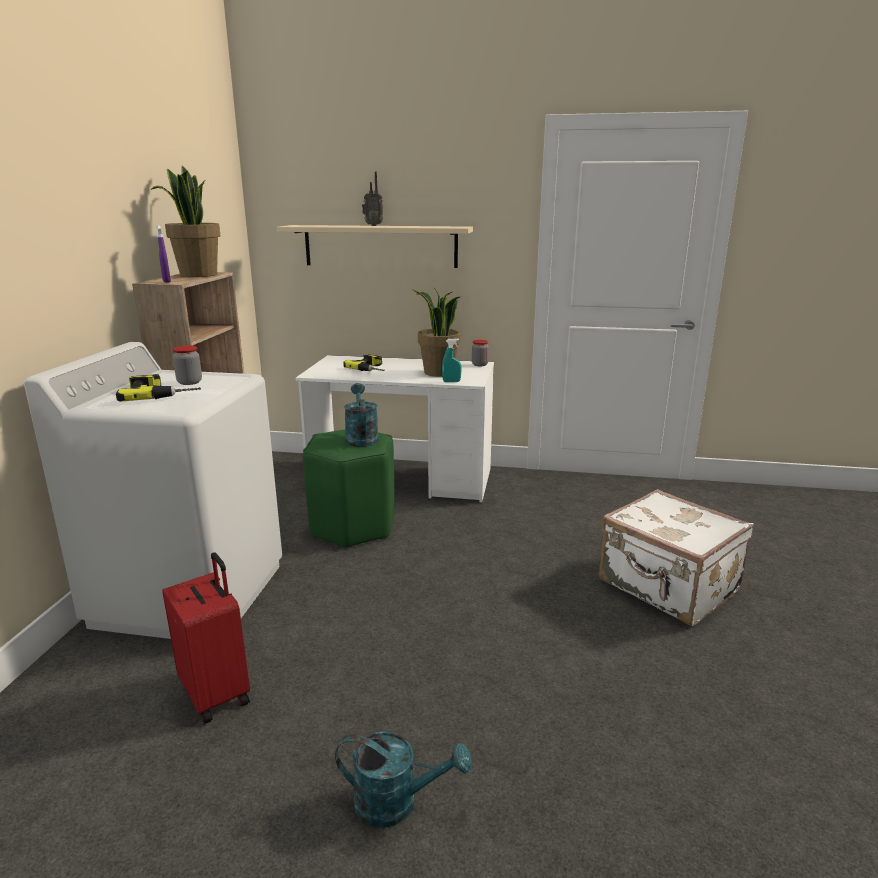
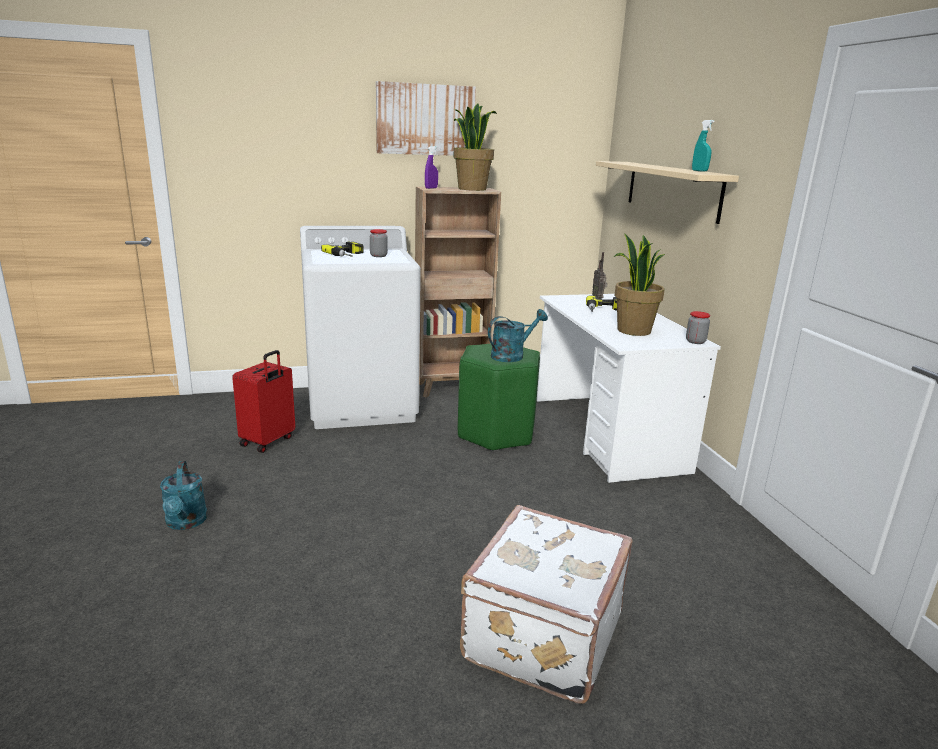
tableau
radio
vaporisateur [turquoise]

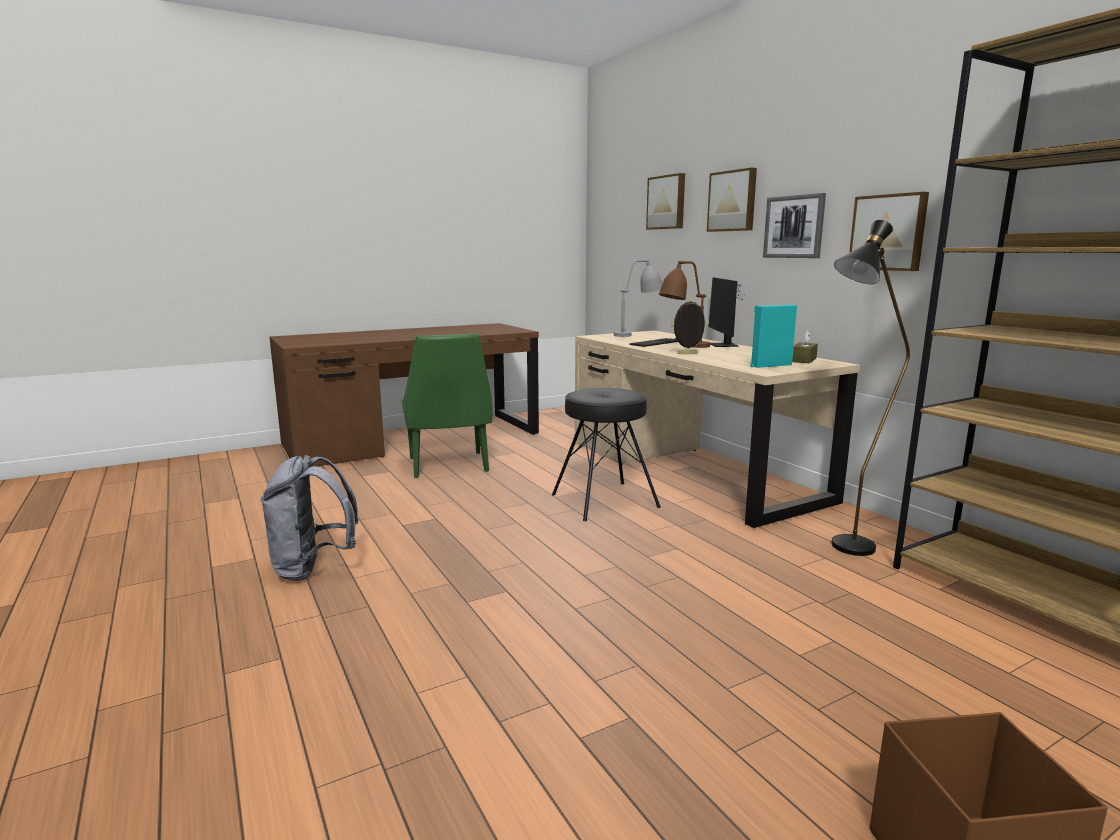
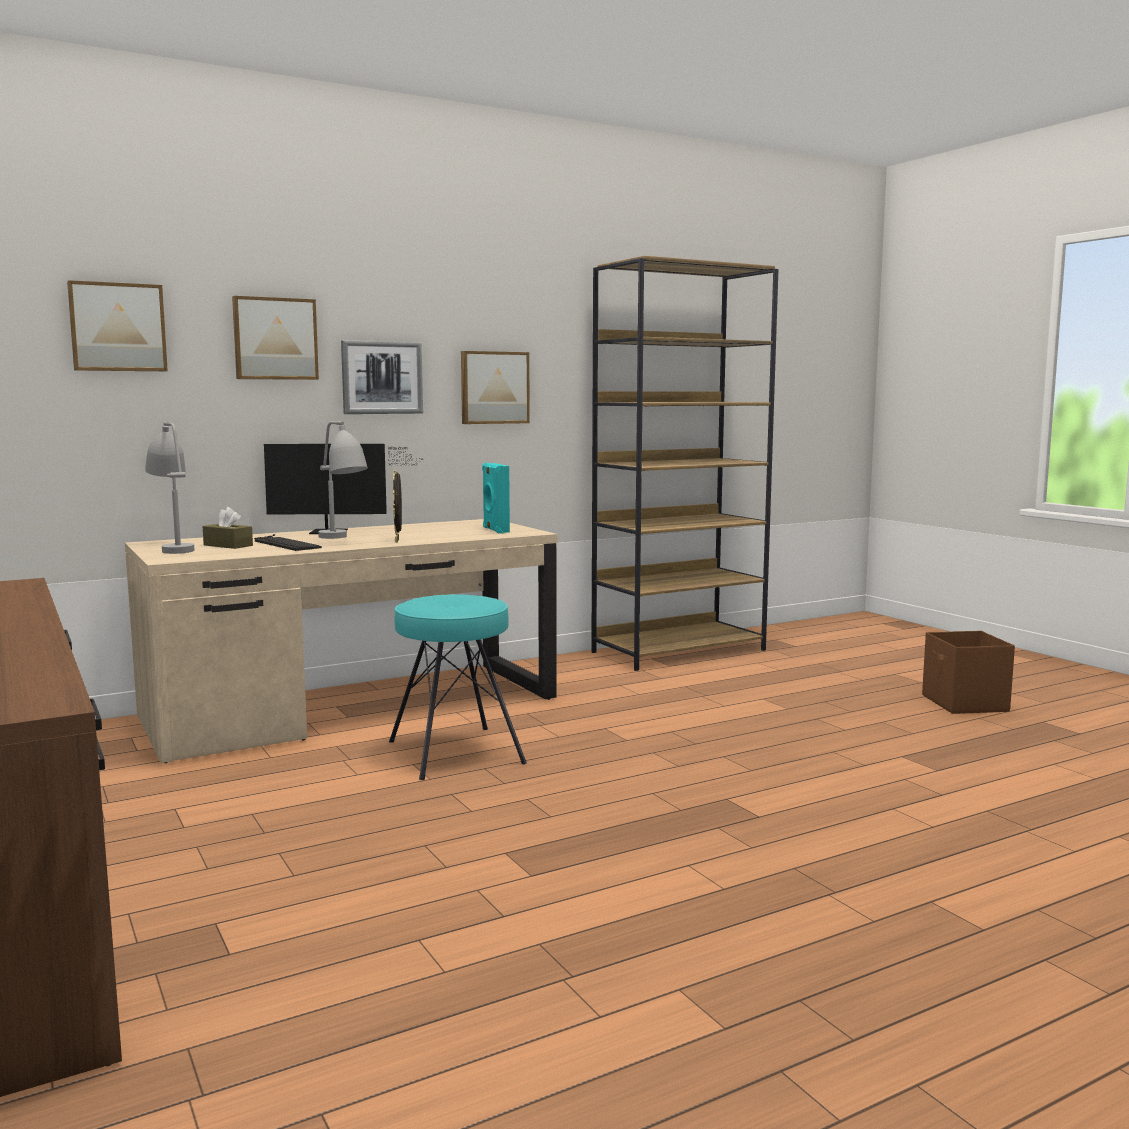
sac à dos [gris]
chaise [vert]
lampadaire [noir]
boîte à mouchoirs [marron]
tabouret [turquoise]
lampe de table [gris] (2nd from left)

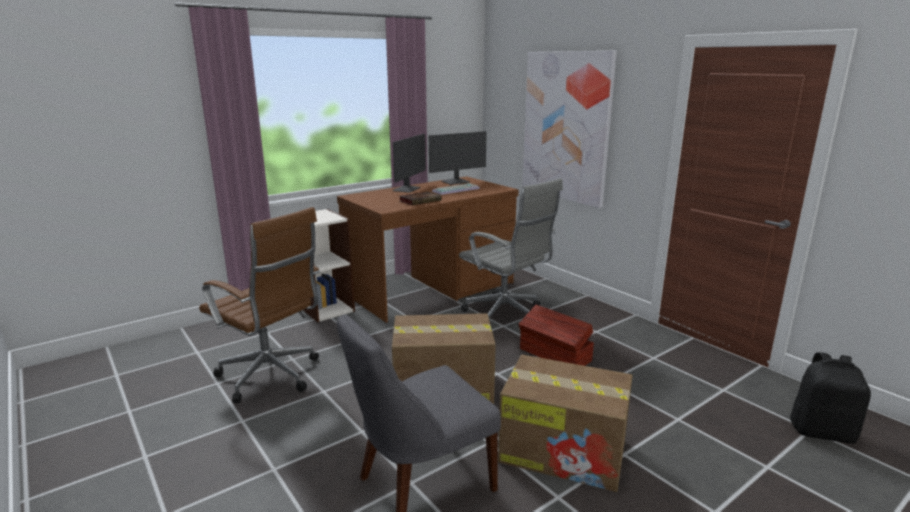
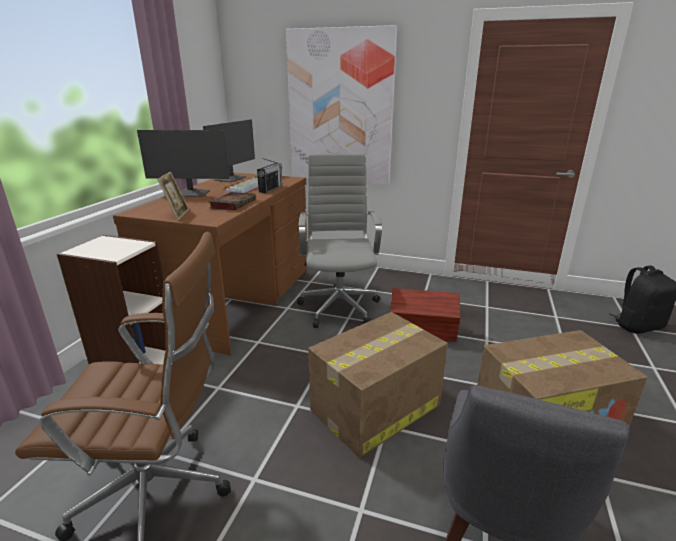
cadre photo
radio
écran d'ordinateur (1st from left)
chaise de bureau [gris]

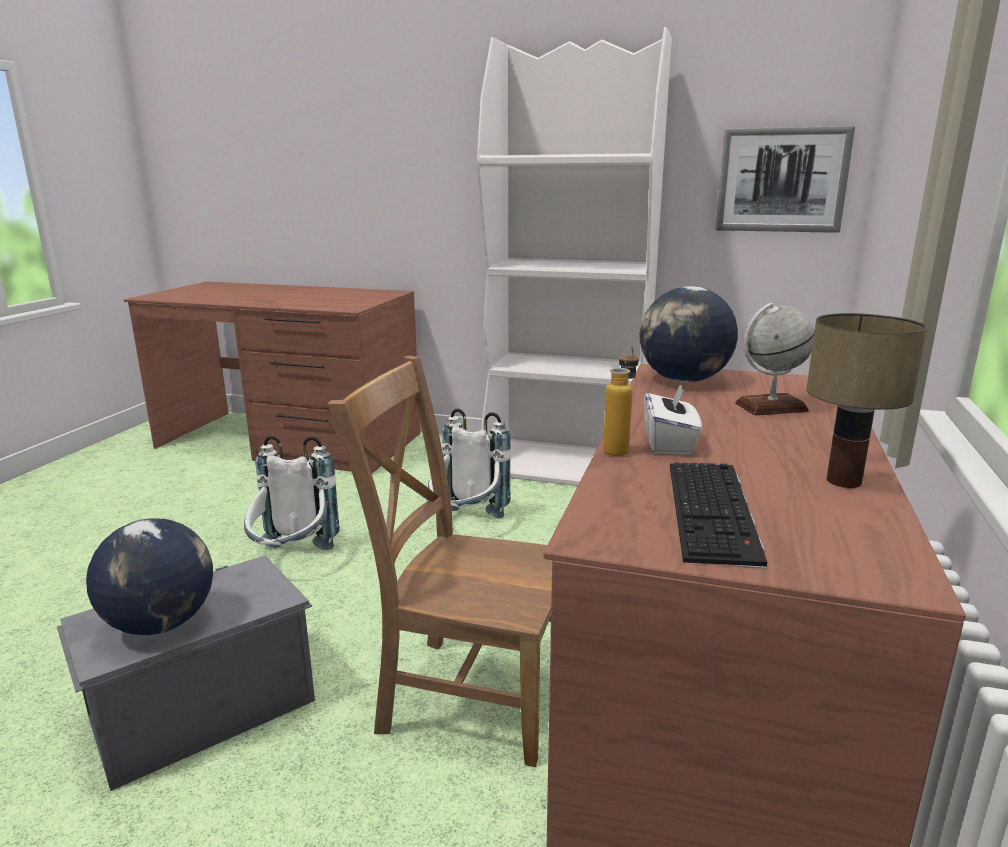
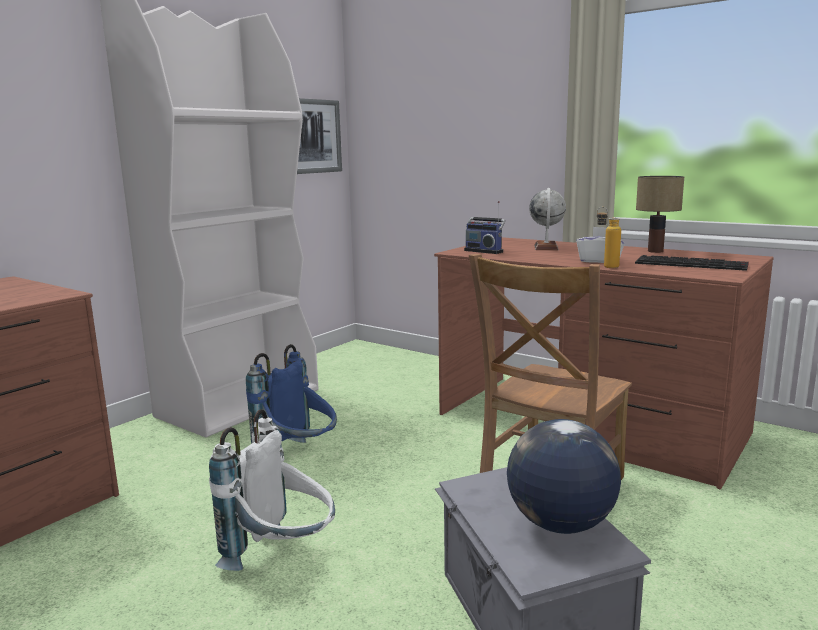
radio
sac à dos [bleu]

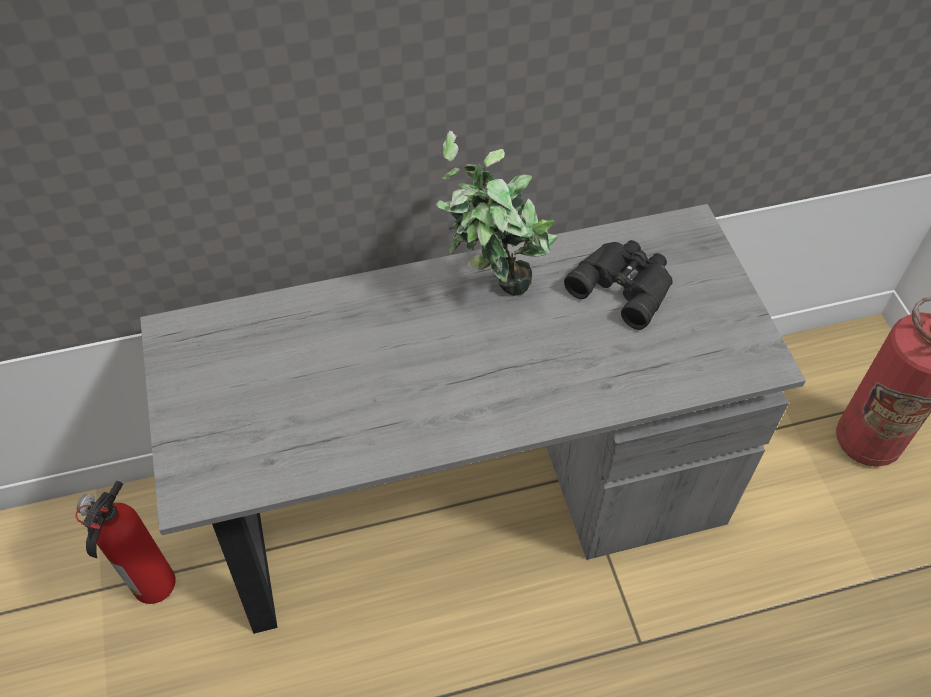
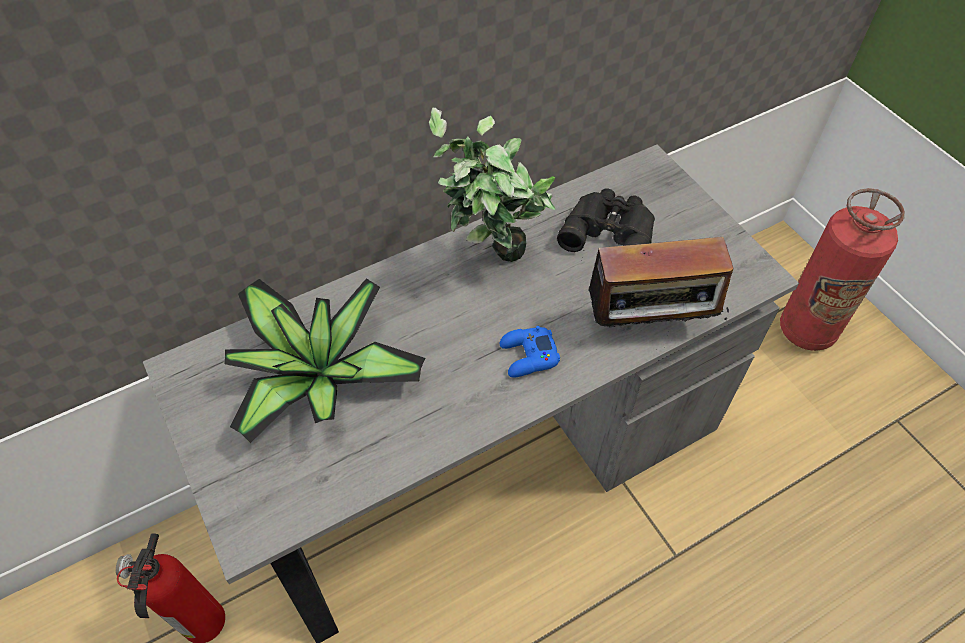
plante en pot (1st from left)
manette [bleu]
radio

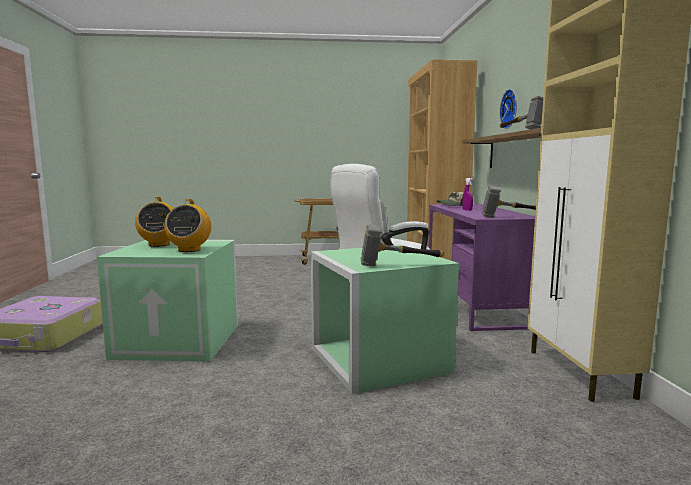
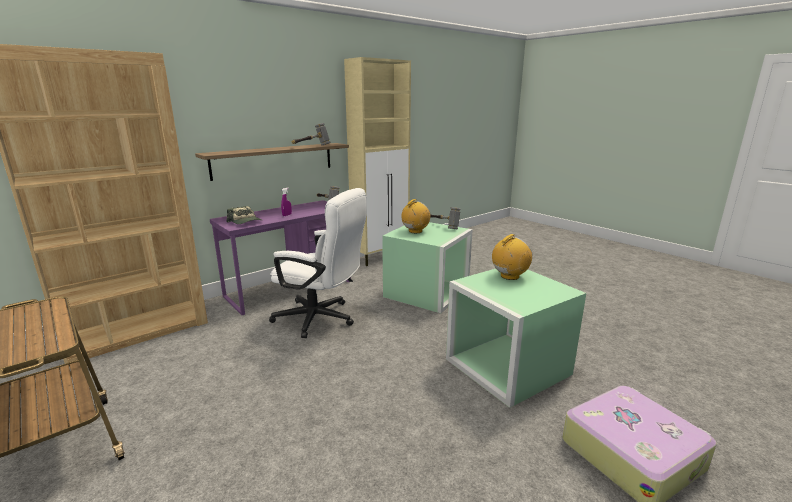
horloge murale
radio (1st from left)

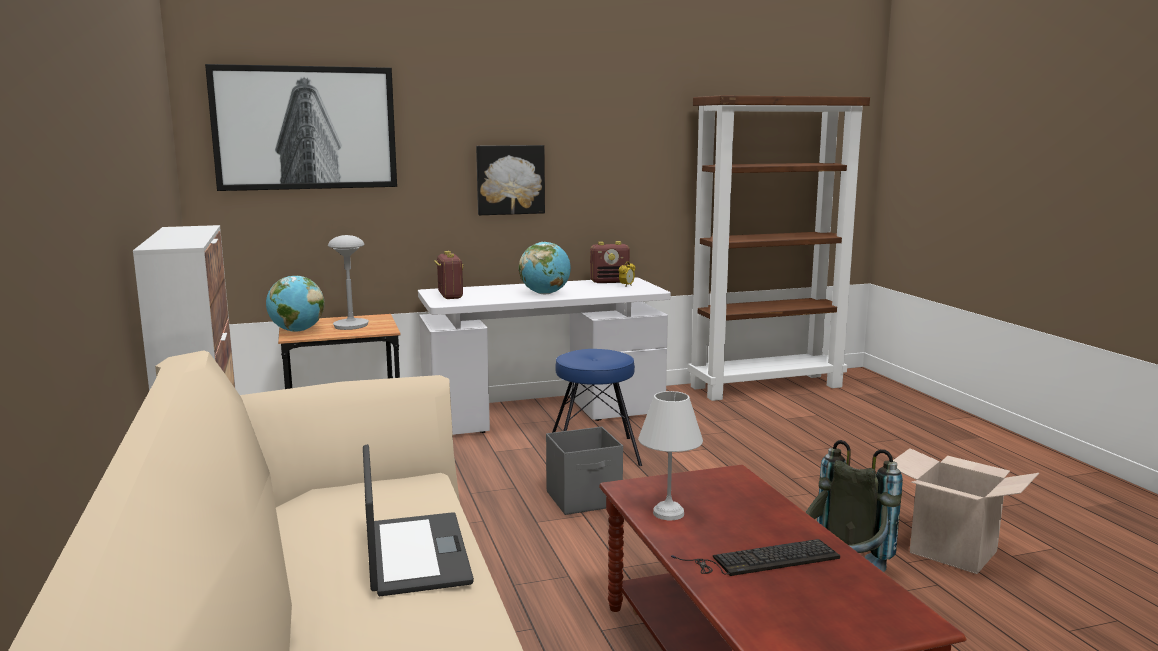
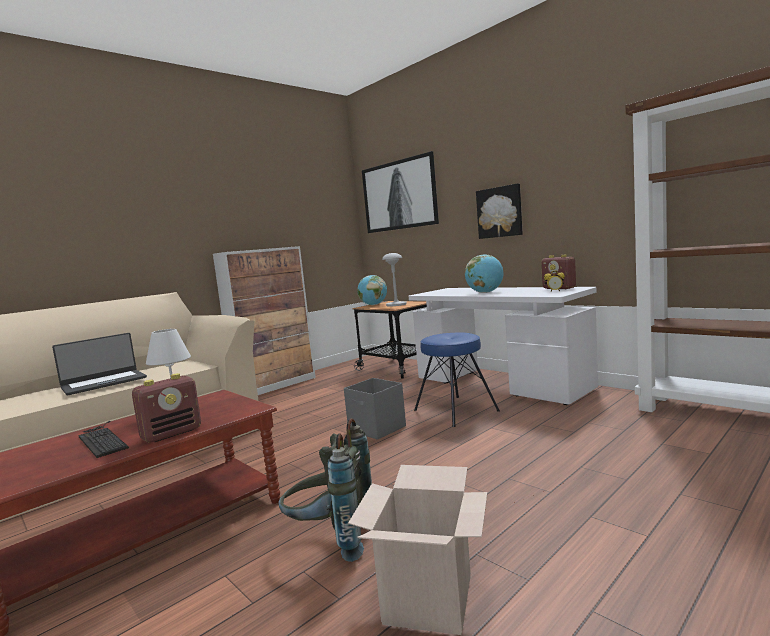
radio (1st from left)

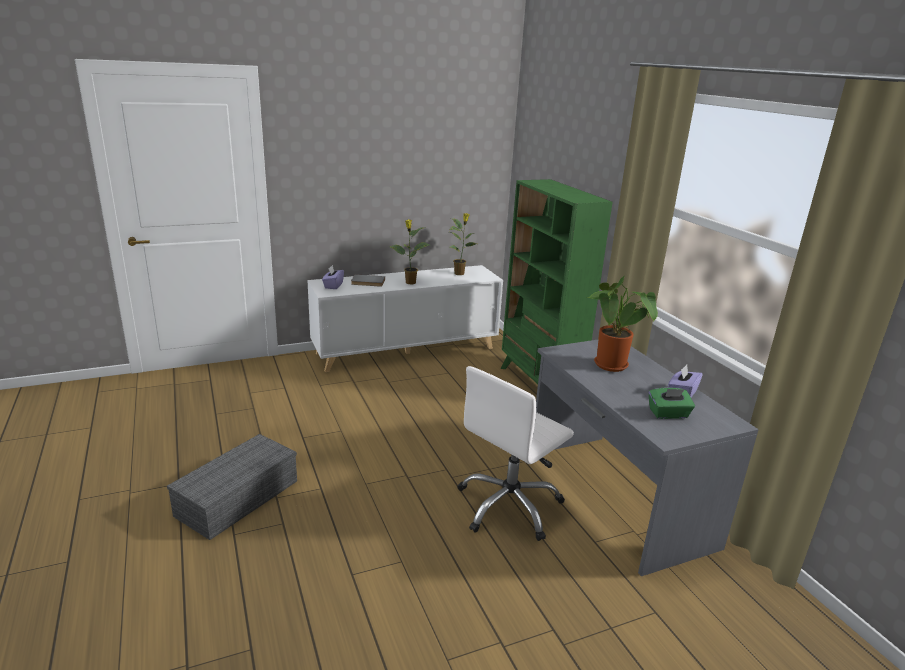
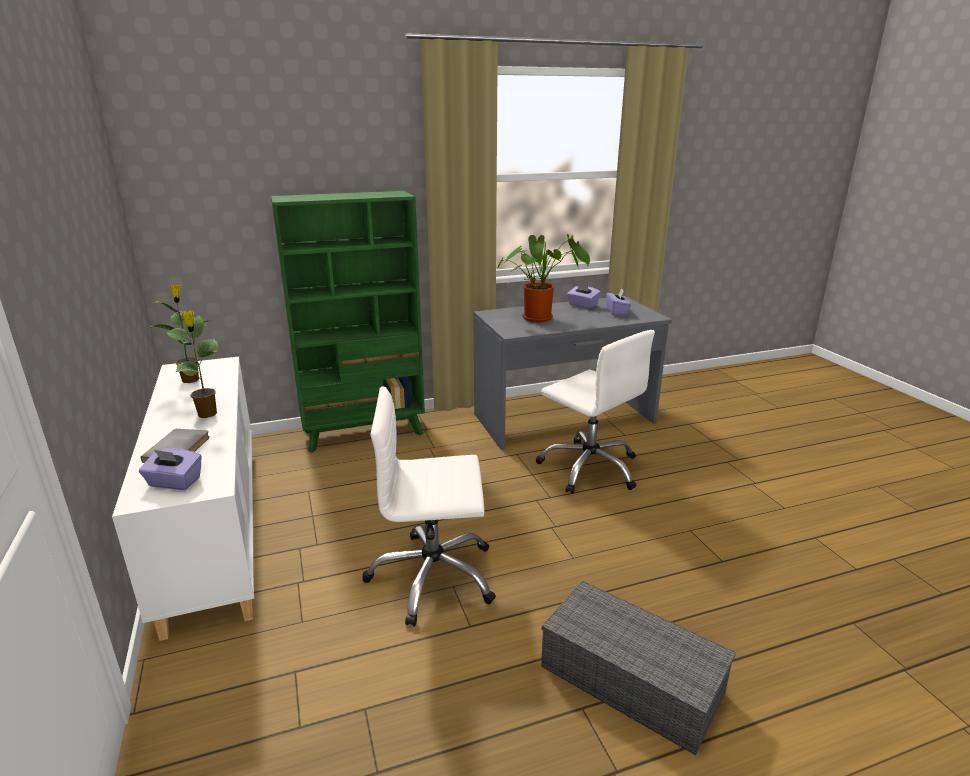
chaise de bureau [blanc] (1st from left)
boîte à mouchoirs [violet] (3rd from left)

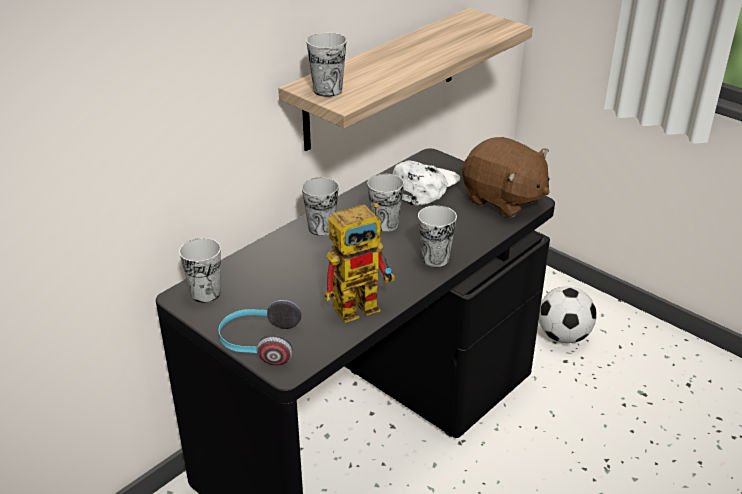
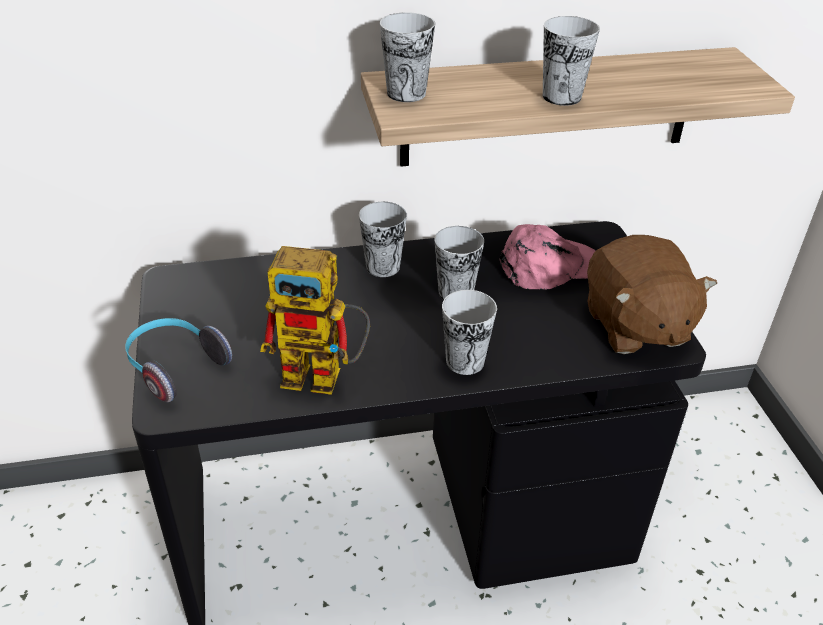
ballon de foot
tasse (5th from left)
casquette [rose]

